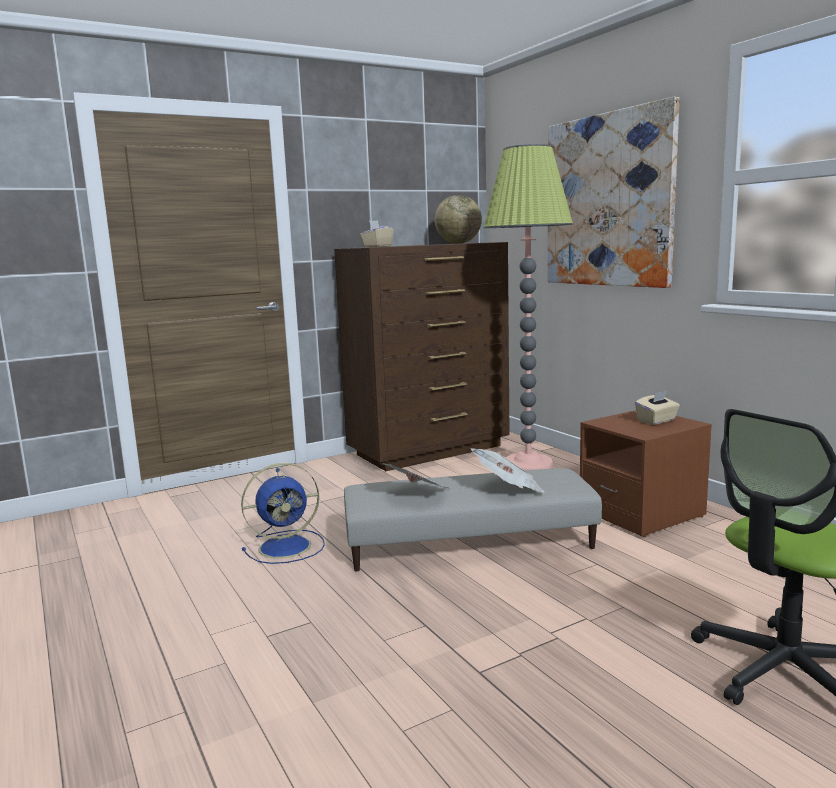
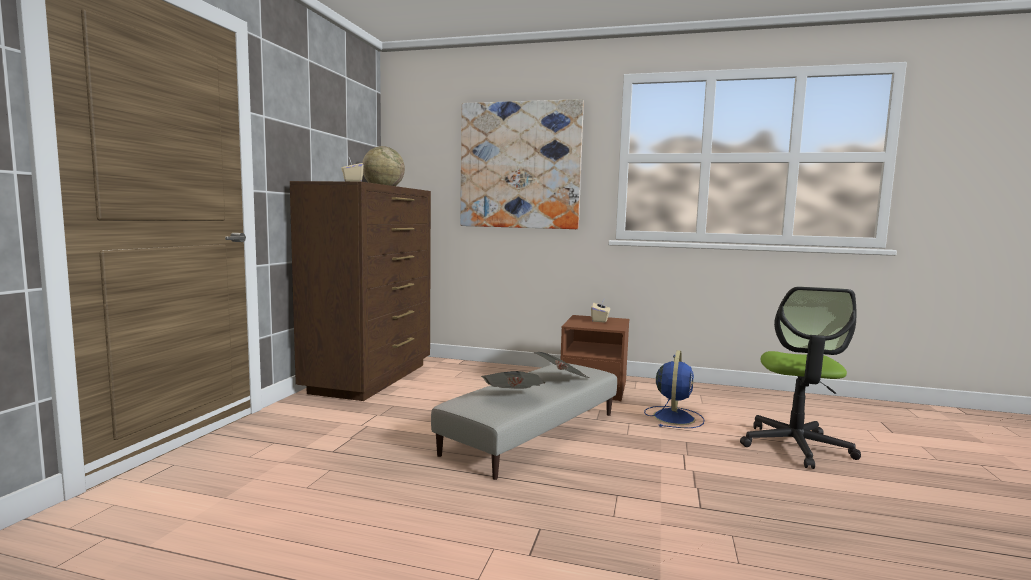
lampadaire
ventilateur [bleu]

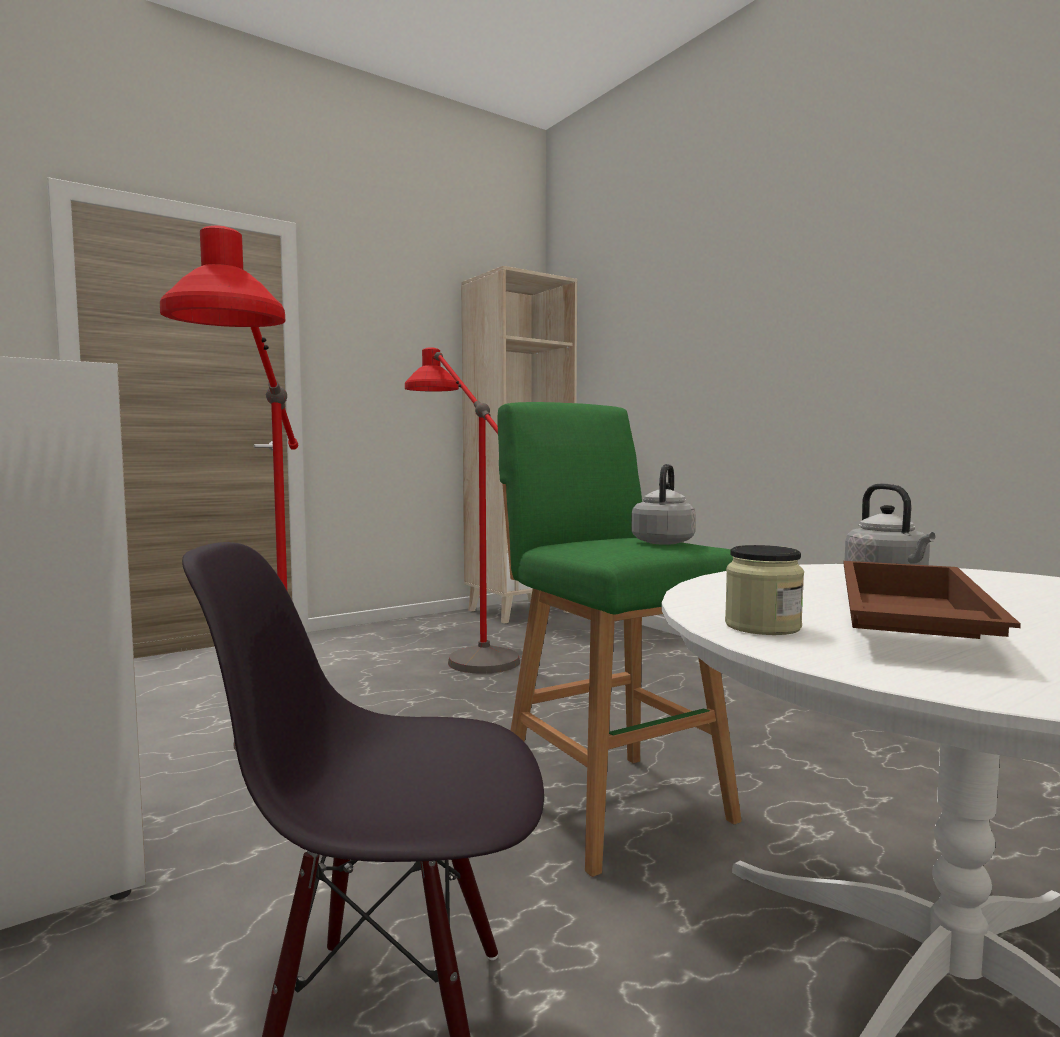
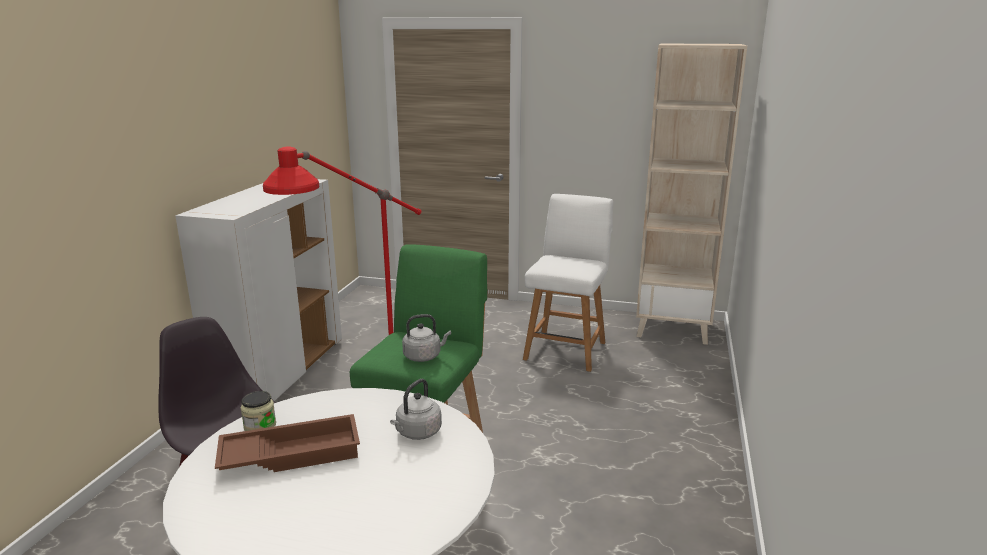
chaise [blanc]

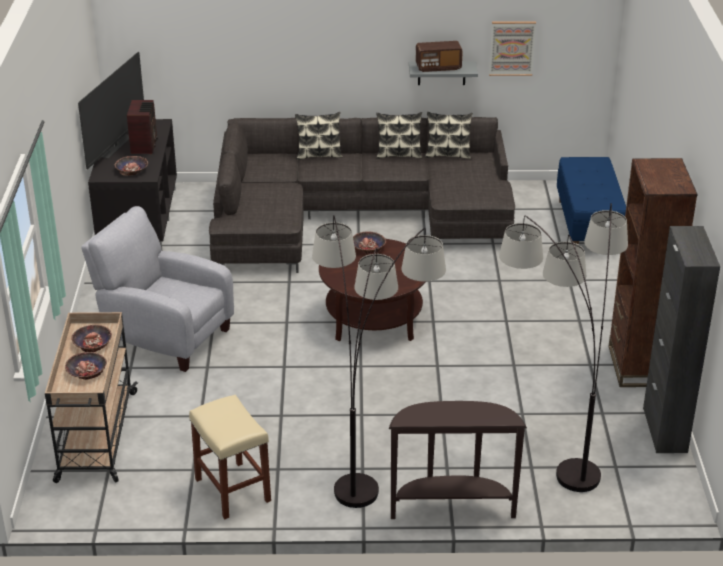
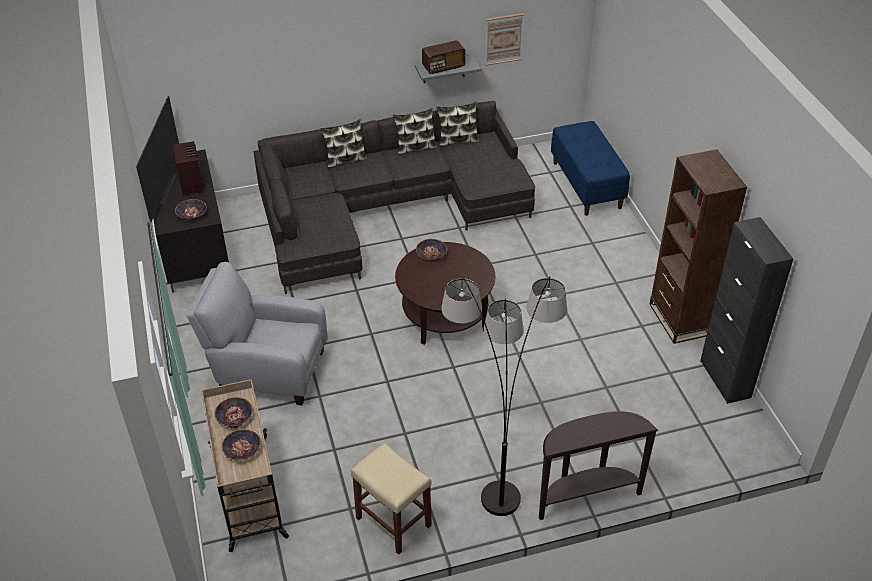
lampadaire (2nd from left in the first image)

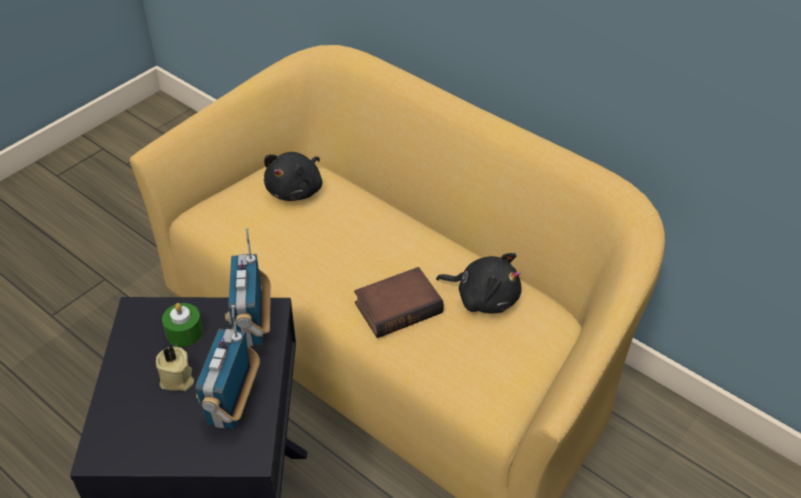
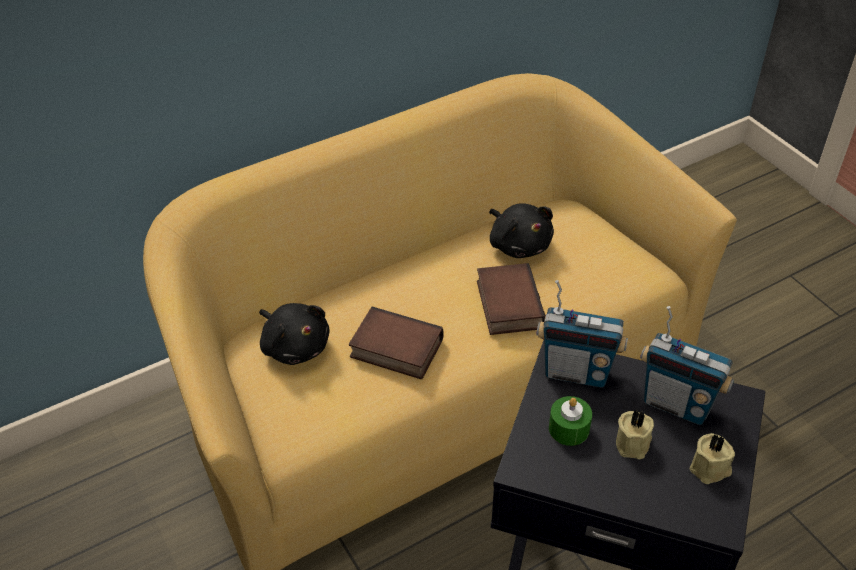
livre (1st from left)
bougie [beige] (2nd from left)
peluche [noir] (2nd from left)

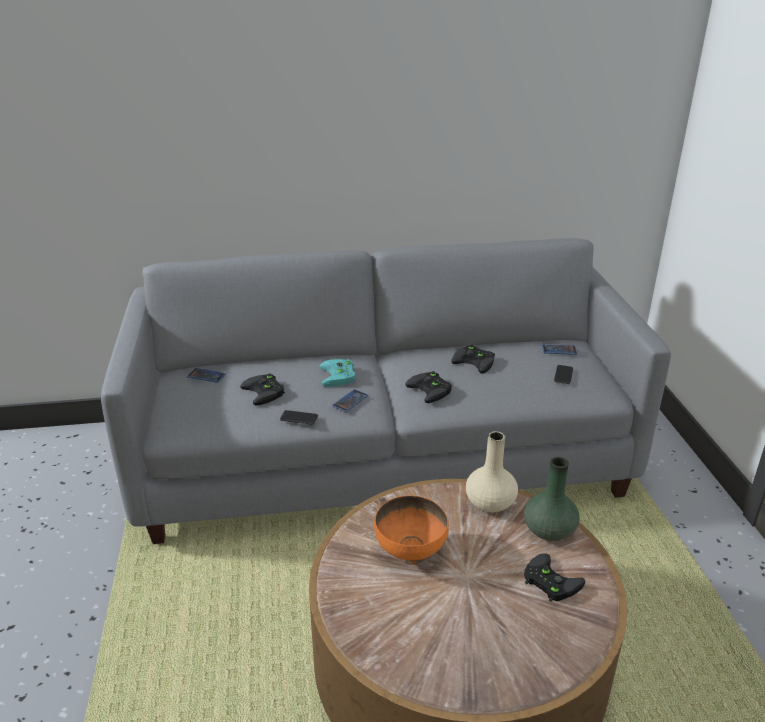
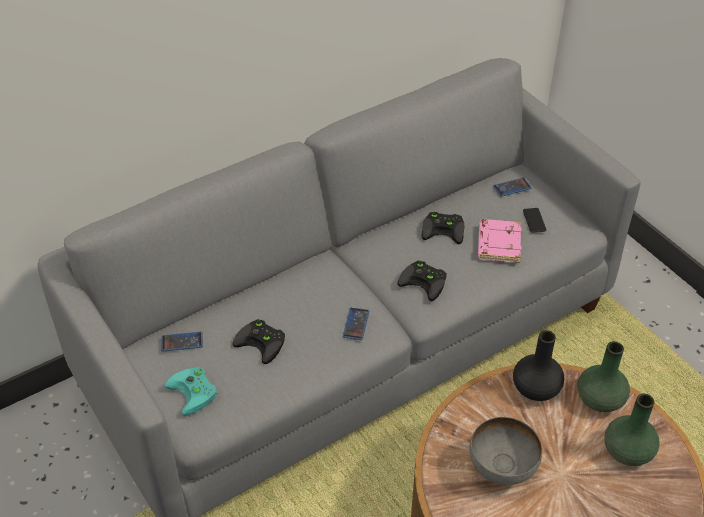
téléphone (2nd from left in the first image)
livre [rose]
manette [turquoise]
vase [vert] (2nd from left)
bol [gris]
vase [noir]

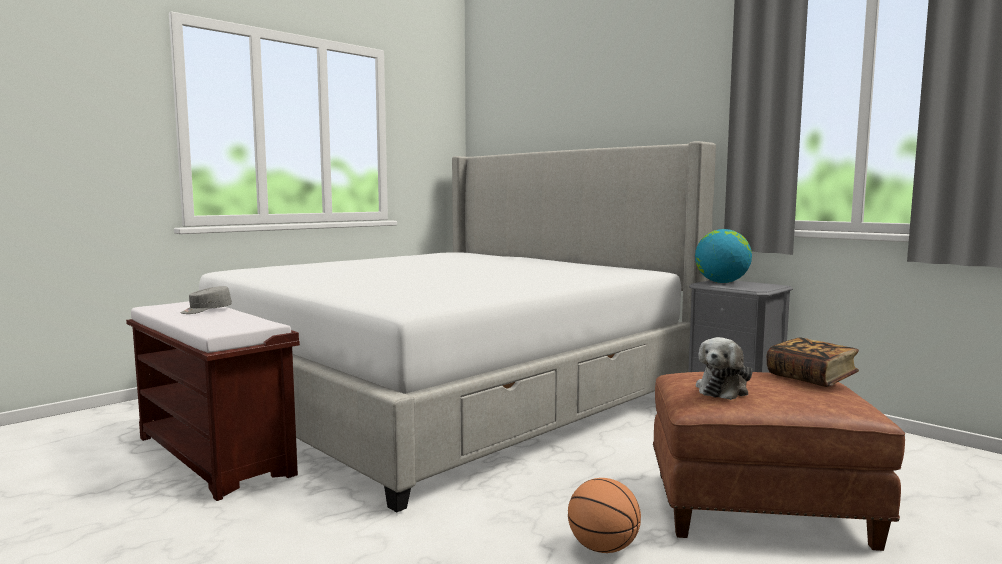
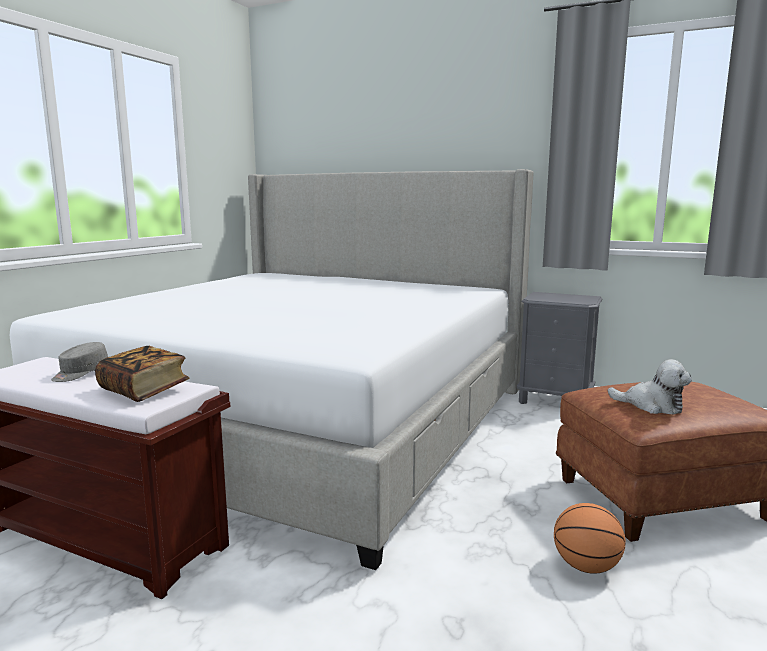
globe
livre
peluche

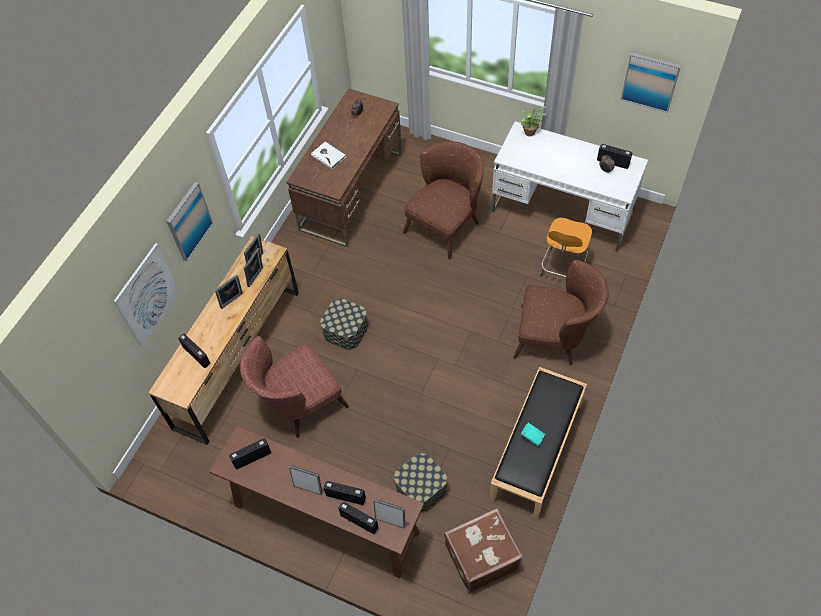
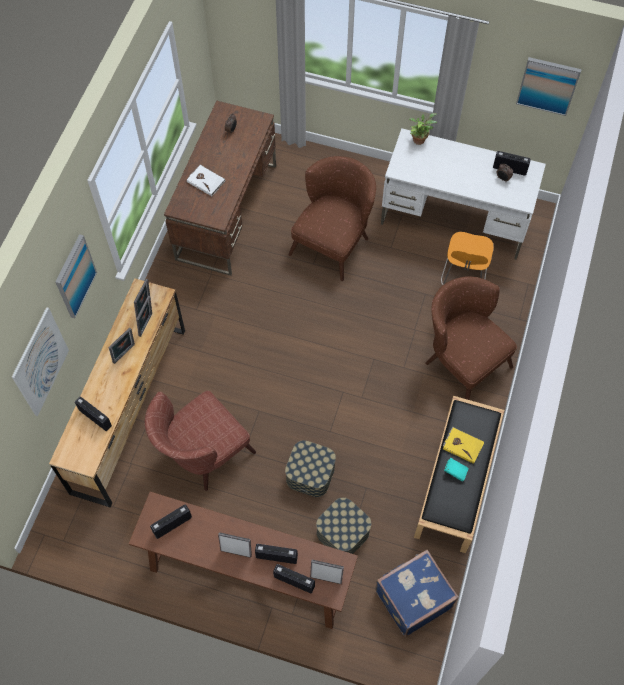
livre [jaune]
boîte de rangement (1st from left)
valise [bleu]
fauteuil [marron] (3rd from left)

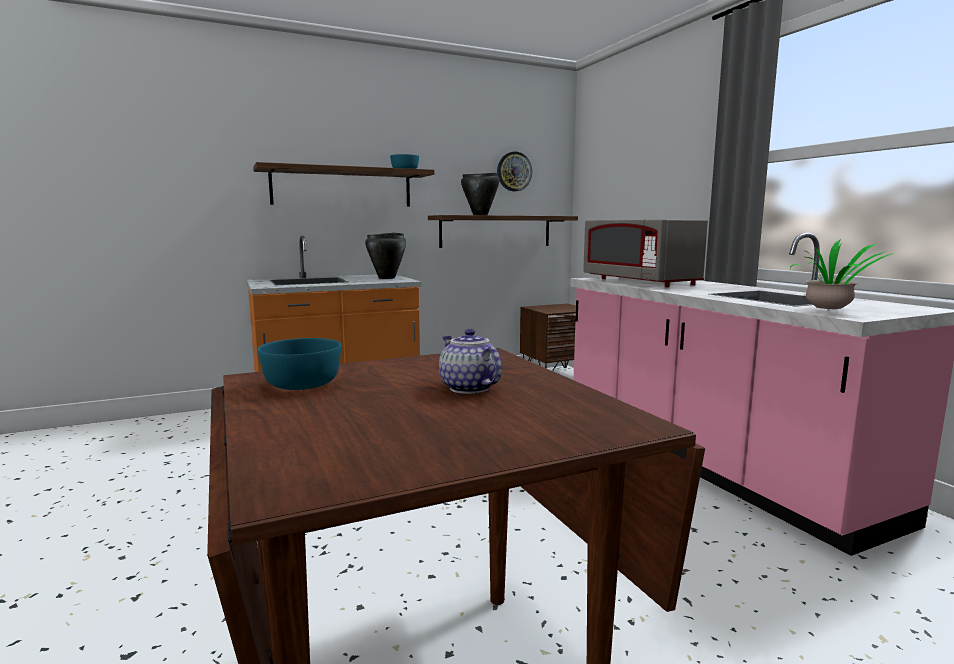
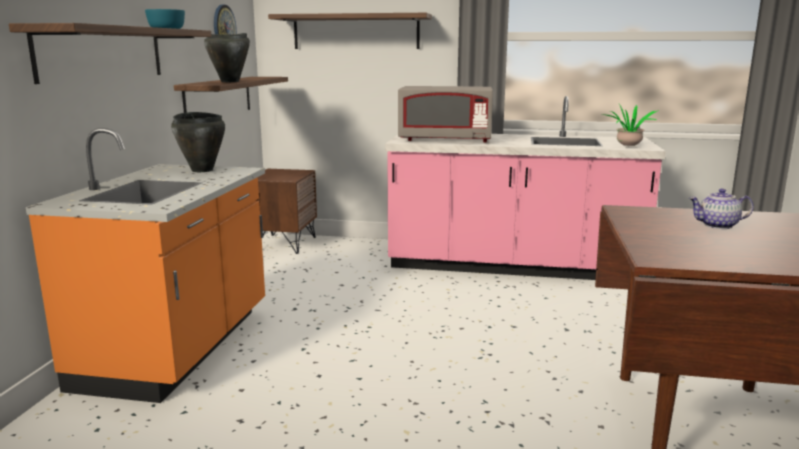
bol [turquoise] (1st from left in the first image)
étagère (3rd from left)

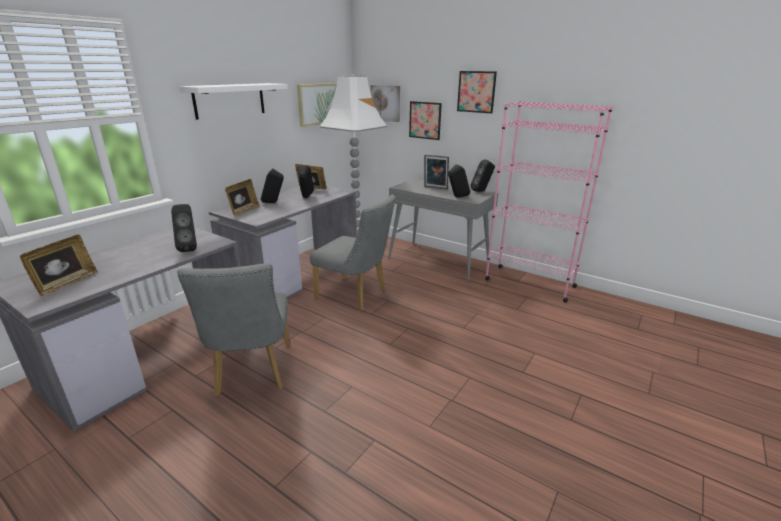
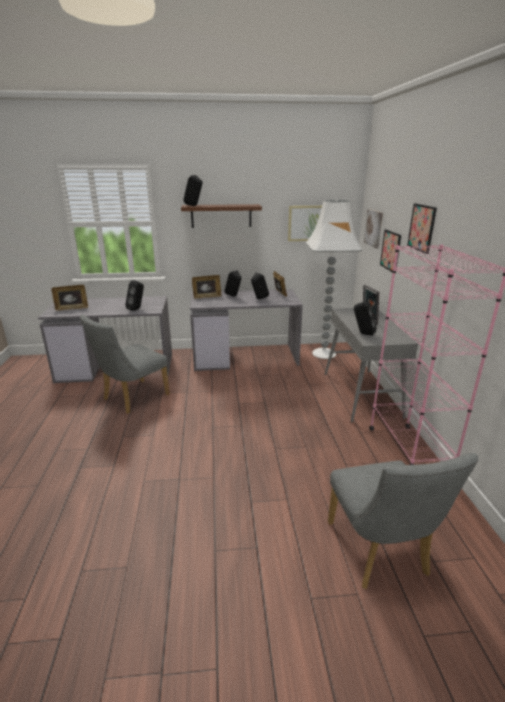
chaise [gris] (2nd from left)
enceinte [noir] (2nd from left)
étagère [marron]

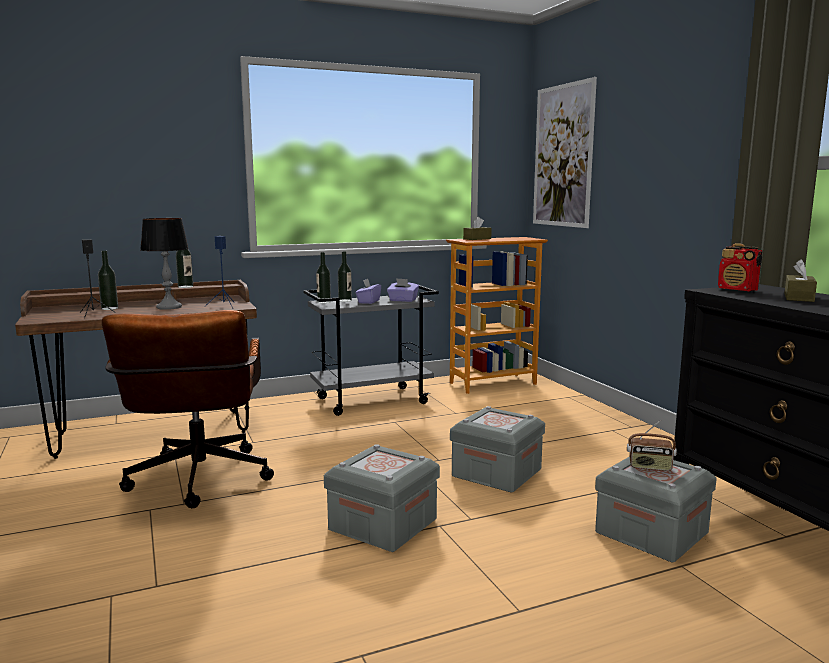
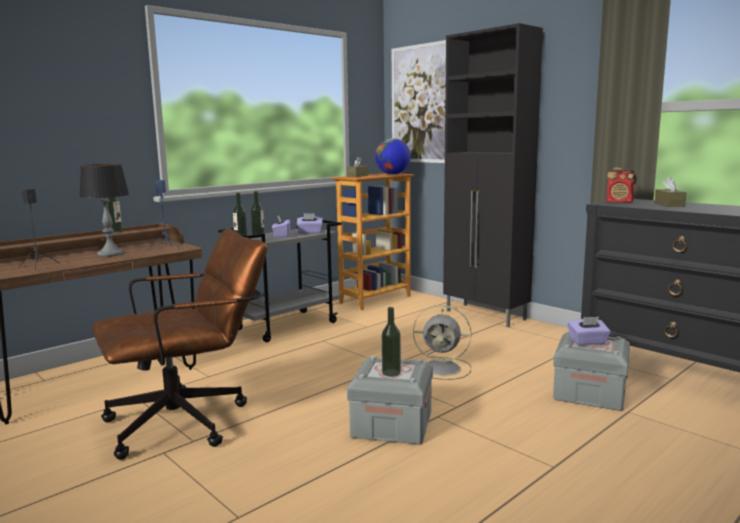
globe
meuble de rangement [noir]
bouteille (4th from left)
ventilateur [gris]
boîte à mouchoirs [violet] (3rd from left)
chaise de bureau [marron]

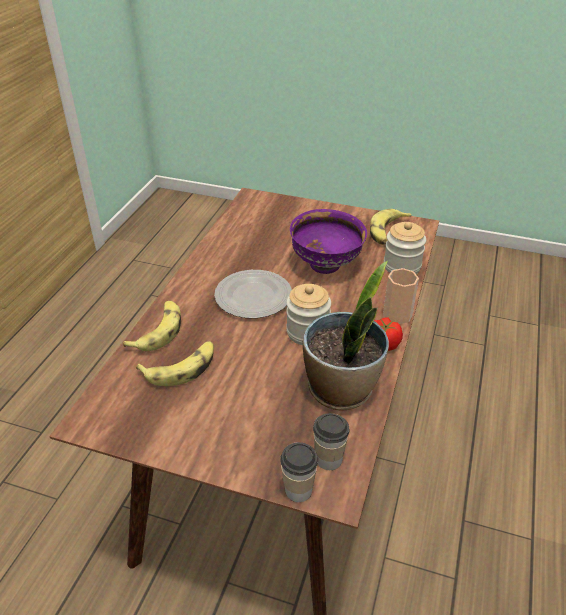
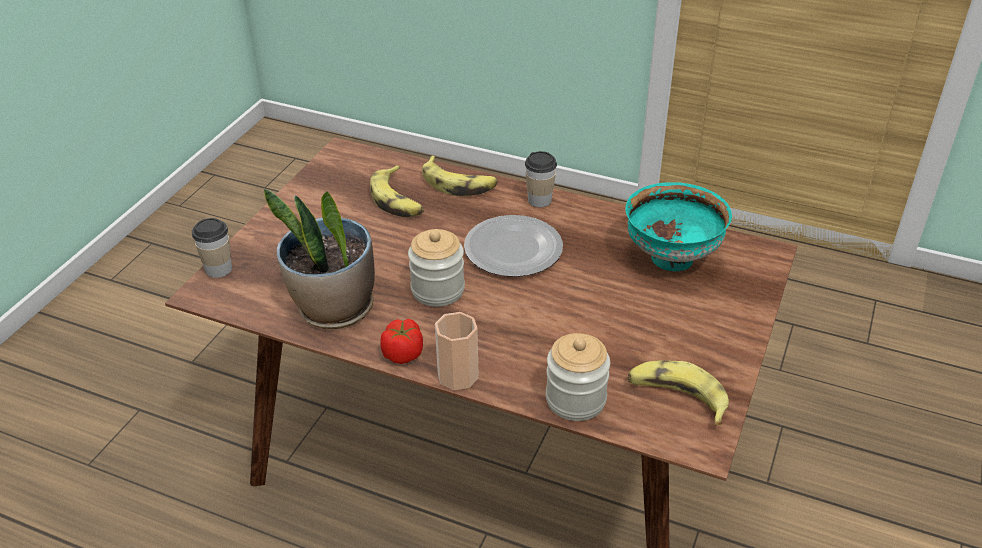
bol [violet]
bol [turquoise]
tasse (3rd from left)

